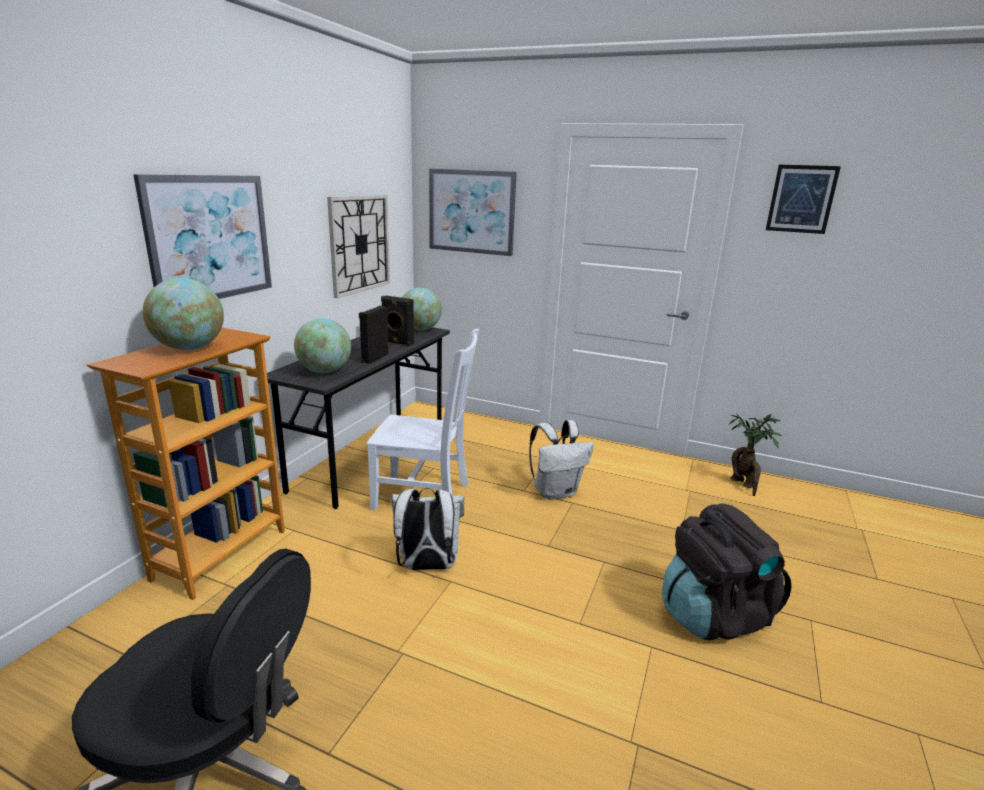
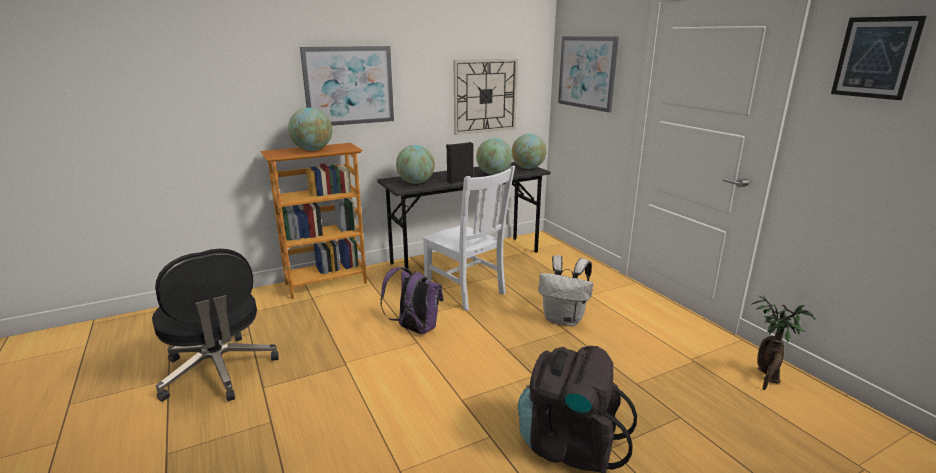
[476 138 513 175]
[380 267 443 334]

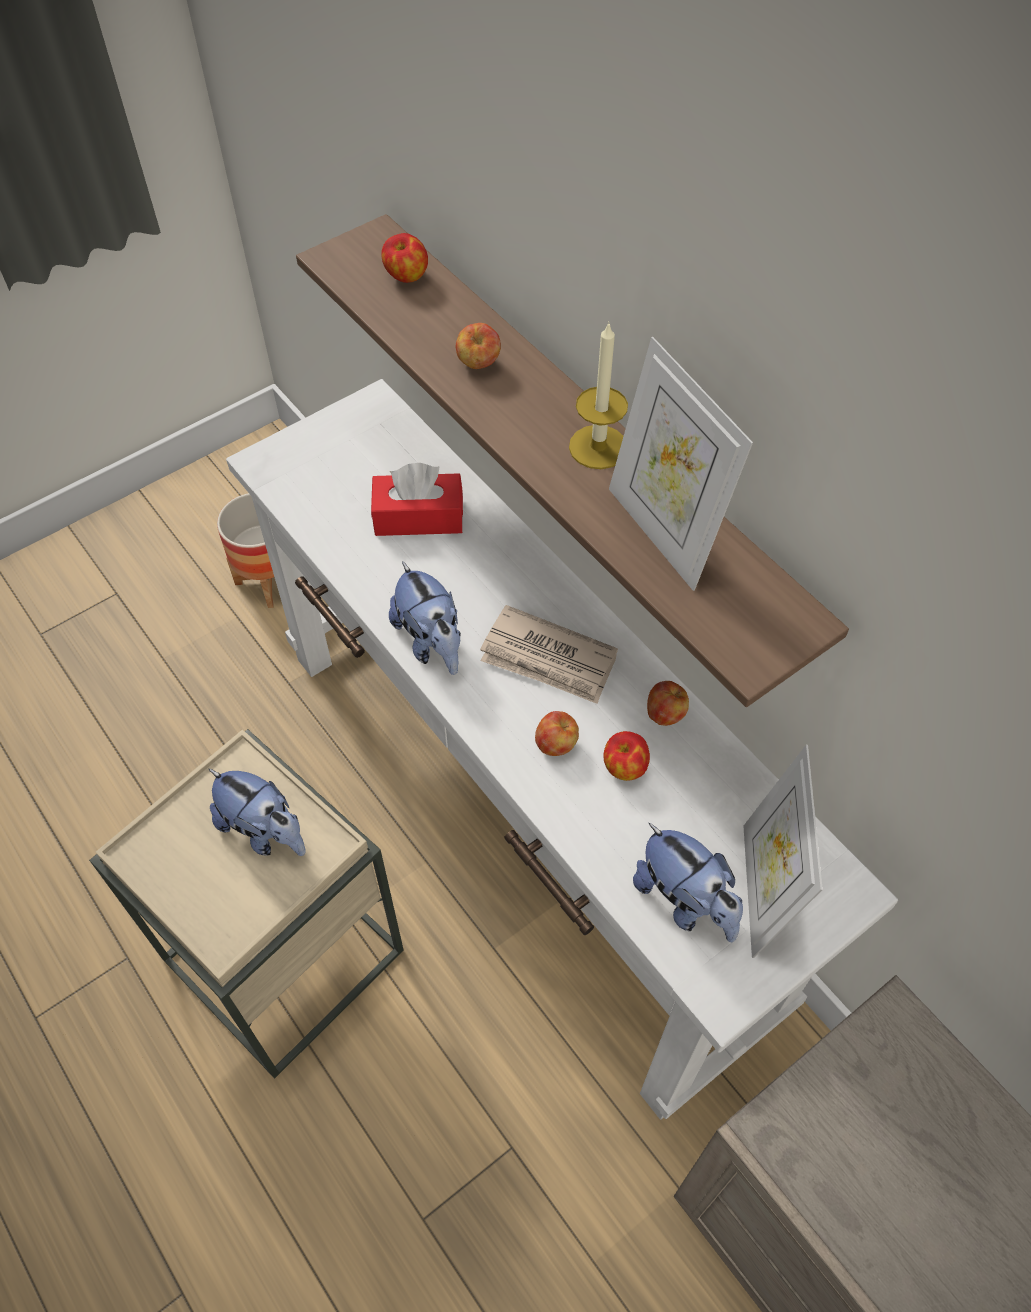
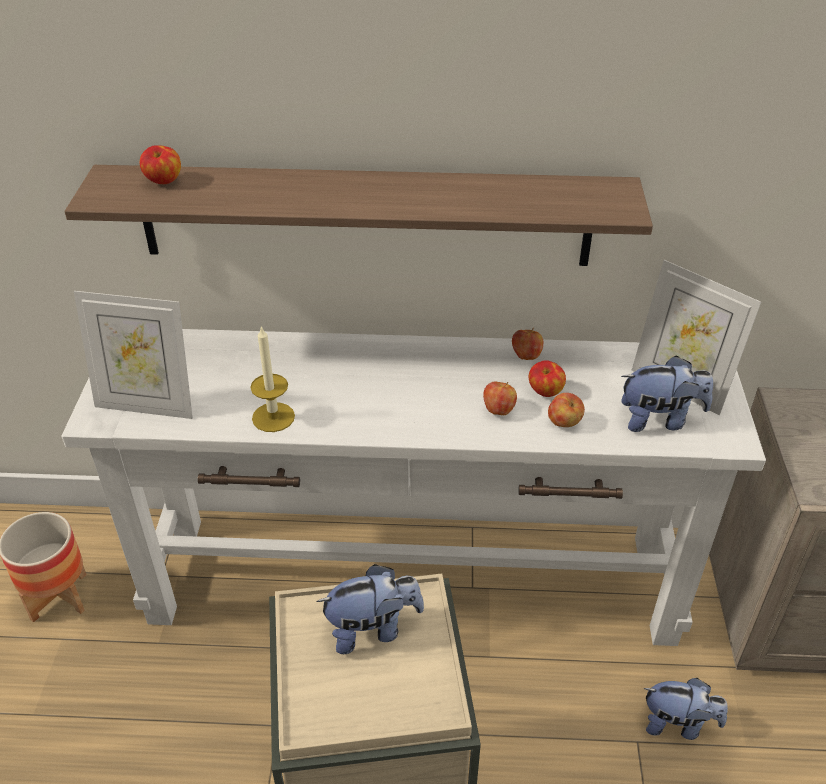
[371 463 463 536] (first image)
[644 678 728 740]
[548 393 585 427]
[480 605 618 704] (first image)
[250 326 295 432]
[74 291 193 419]

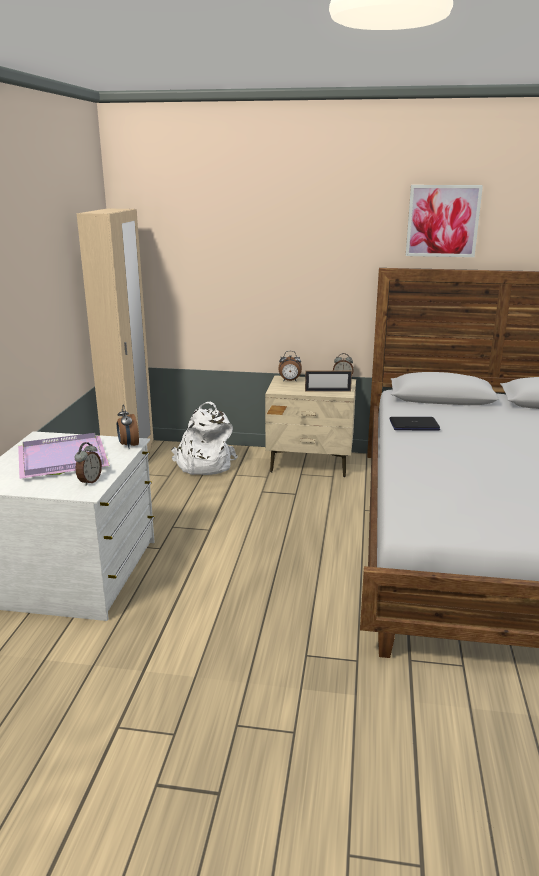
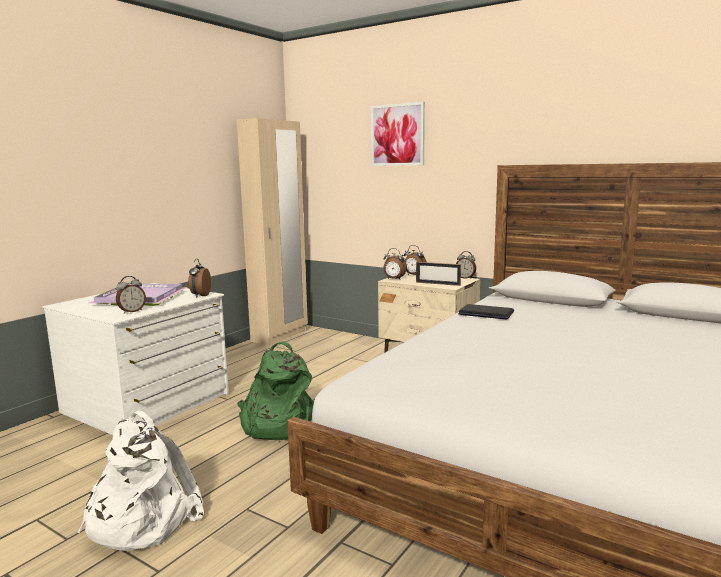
[77 411 204 551]
[371 102 425 166]
[237 341 314 440]
[383 248 407 279]

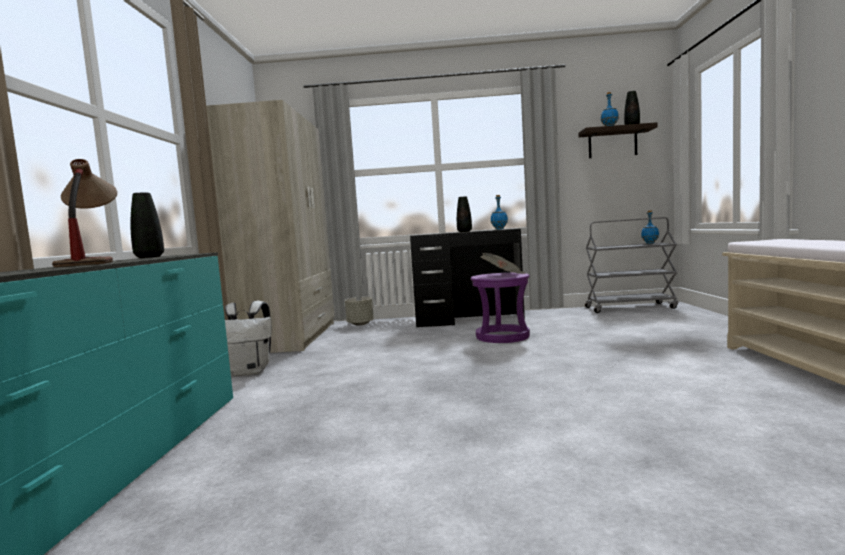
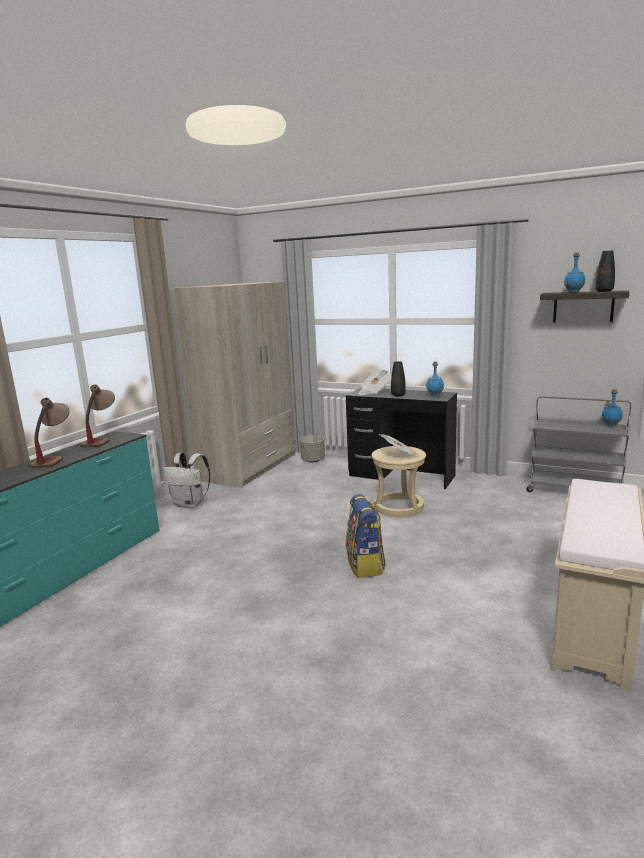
[80 384 115 447]
[372 446 426 517]
[346 494 386 578]
[358 370 392 395]

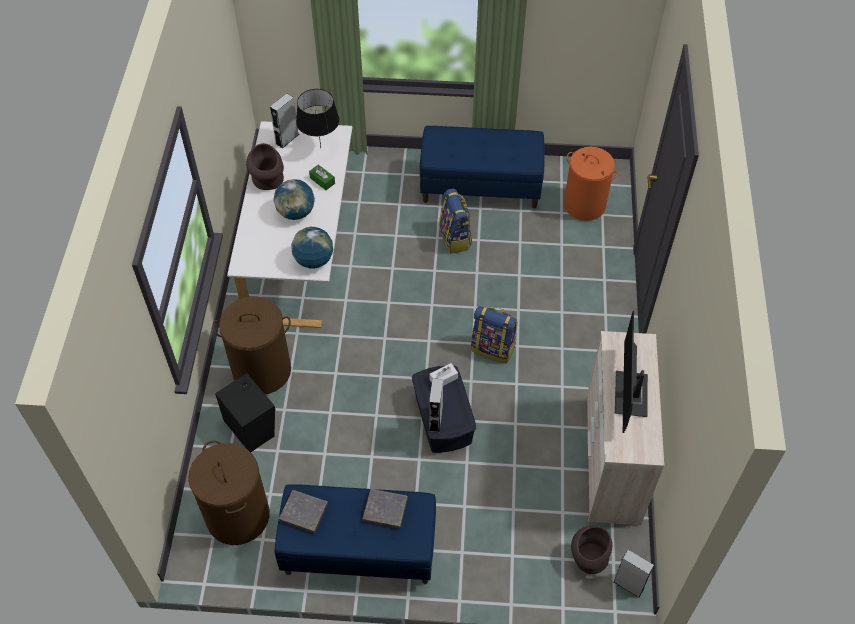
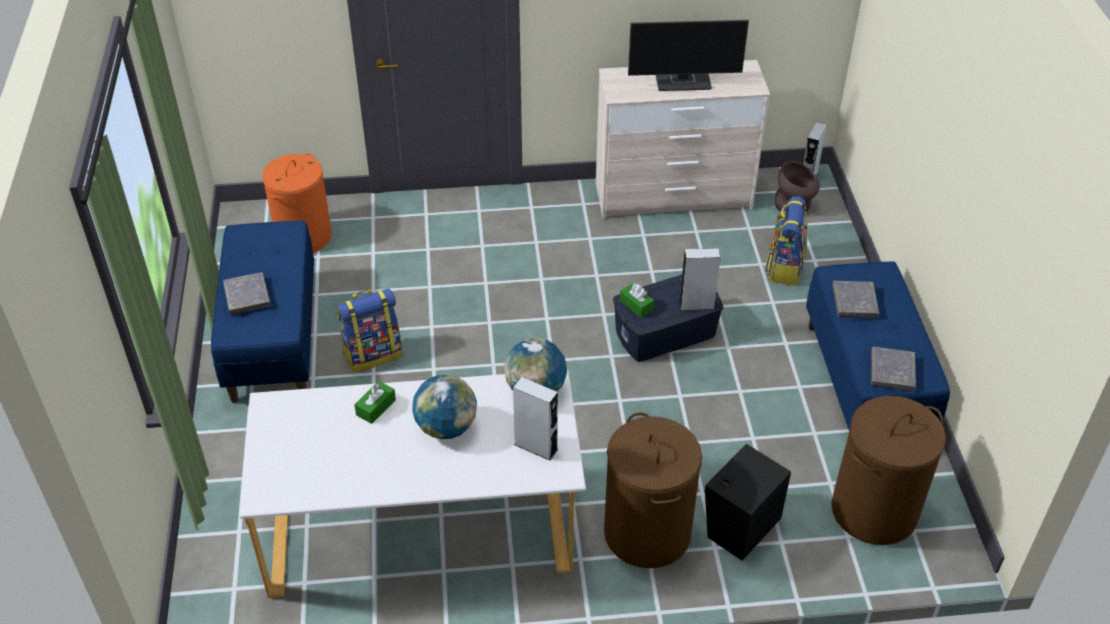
[246 143 284 190] (first image)
[513 377 558 461]
[296 89 339 148] (first image)
[620 283 654 318]
[765 196 808 285]
[223 272 270 315]

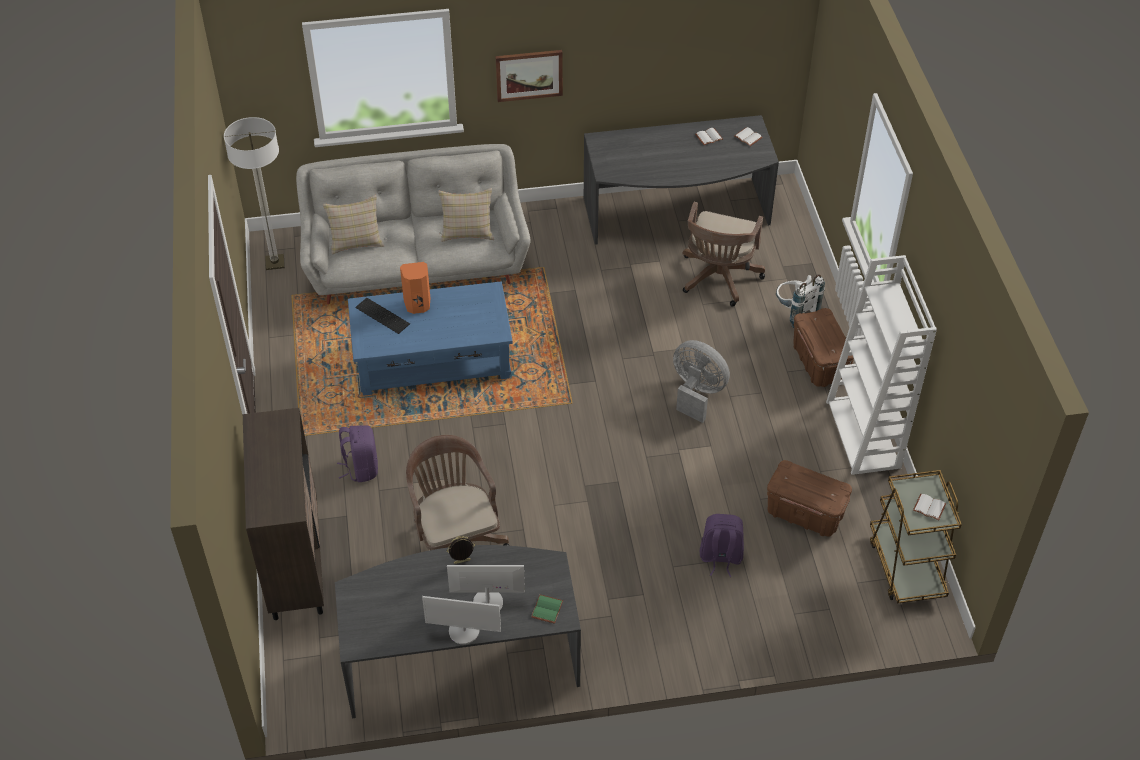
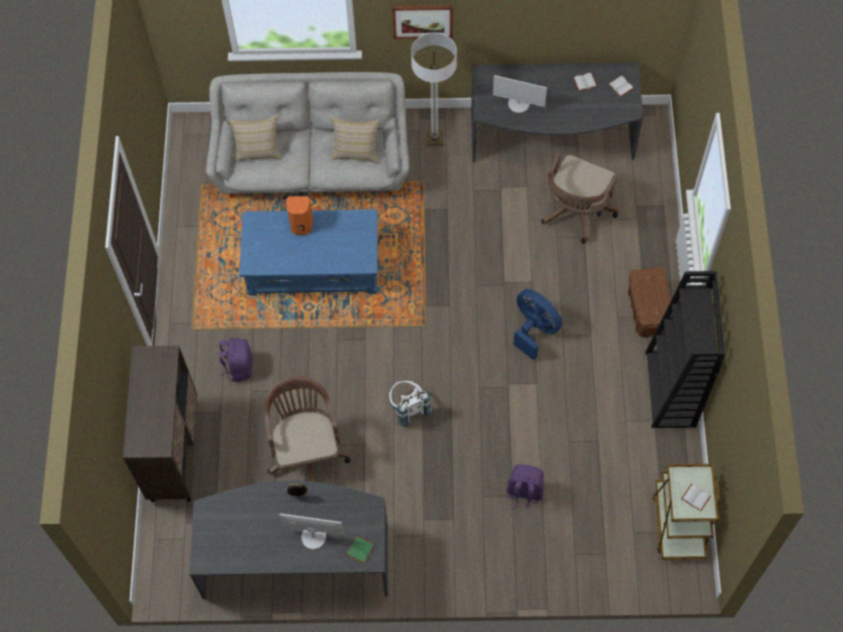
[411 32 457 146]
[355 298 410 334] (first image)
[493 75 547 113]
[513 289 562 361]
[767 460 852 537] (first image)
[389 381 432 427]
[645 271 726 428]

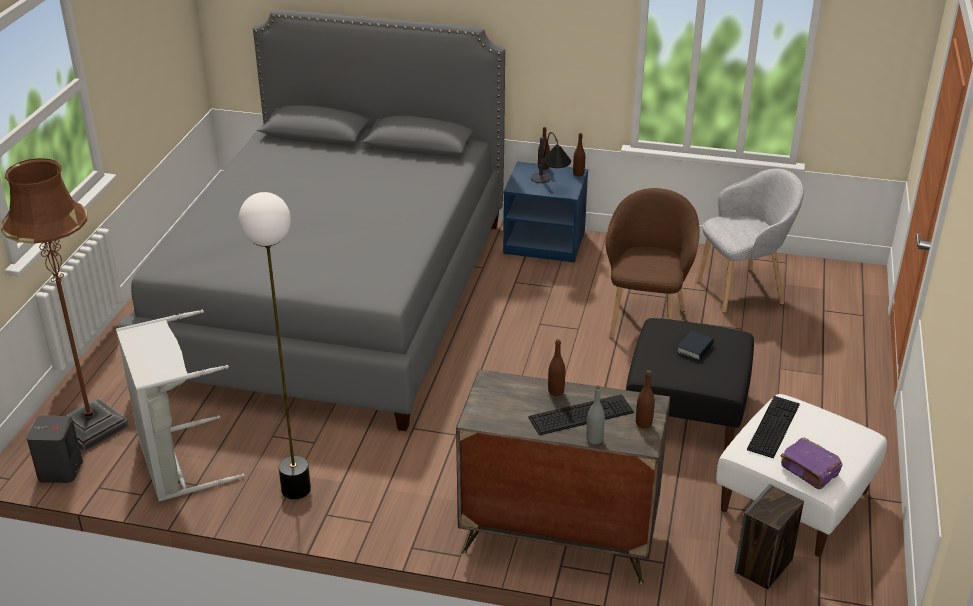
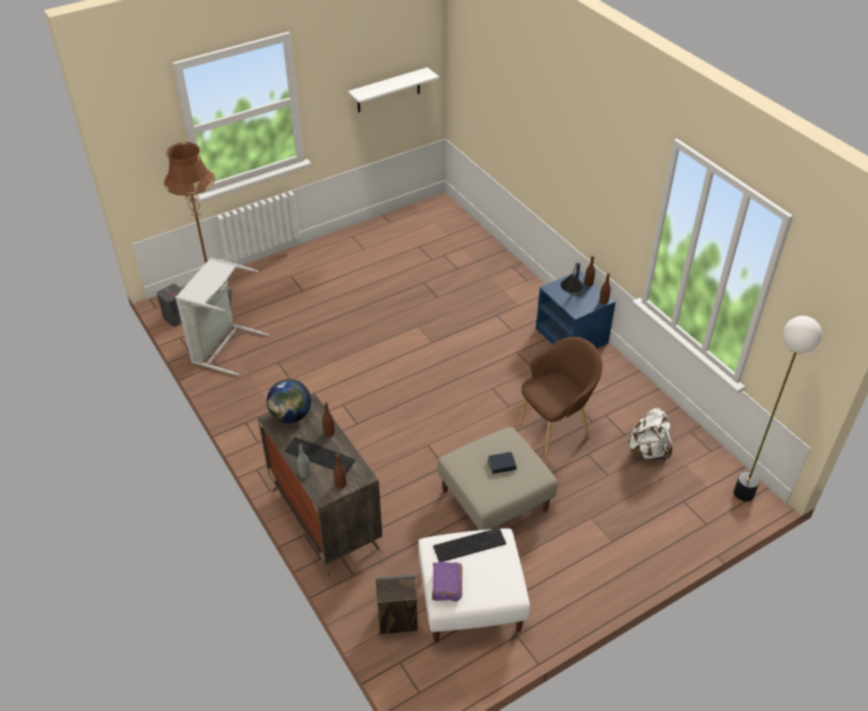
[118 10 505 431] (first image)
[734 316 822 501]
[437 427 558 530]
[628 408 672 461]
[267 379 311 423]
[348 67 439 113]

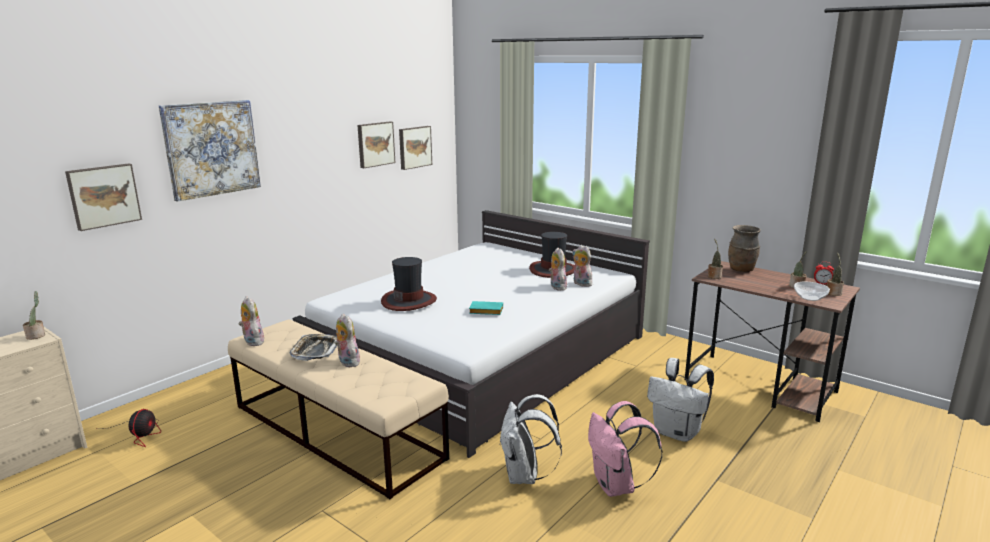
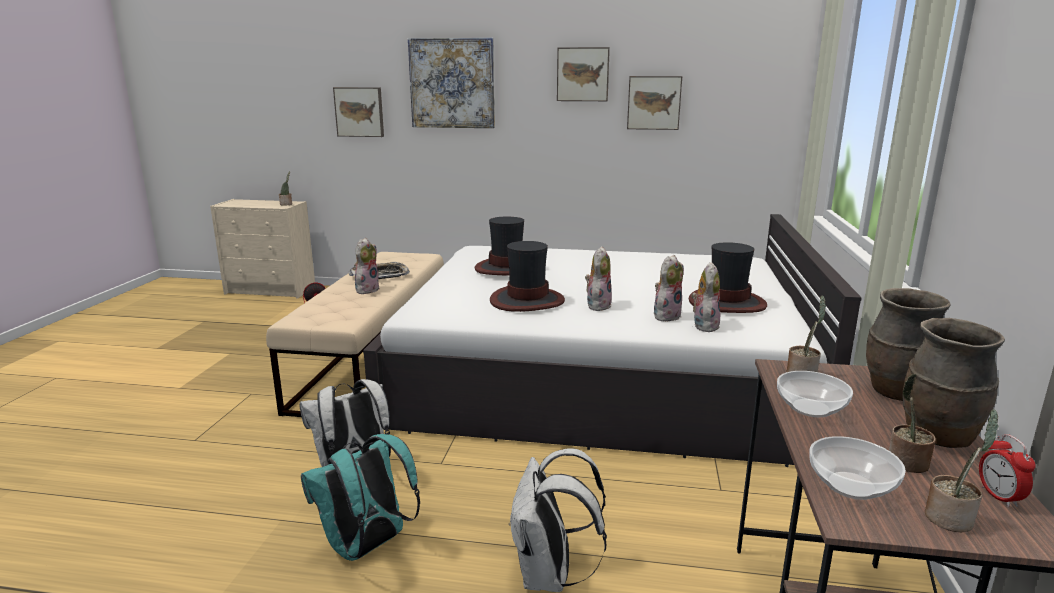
[585 247 612 311]
[557 47 610 101]
[490 241 565 312]
[301 434 420 561]
[777 371 853 417]
[902 318 1005 448]

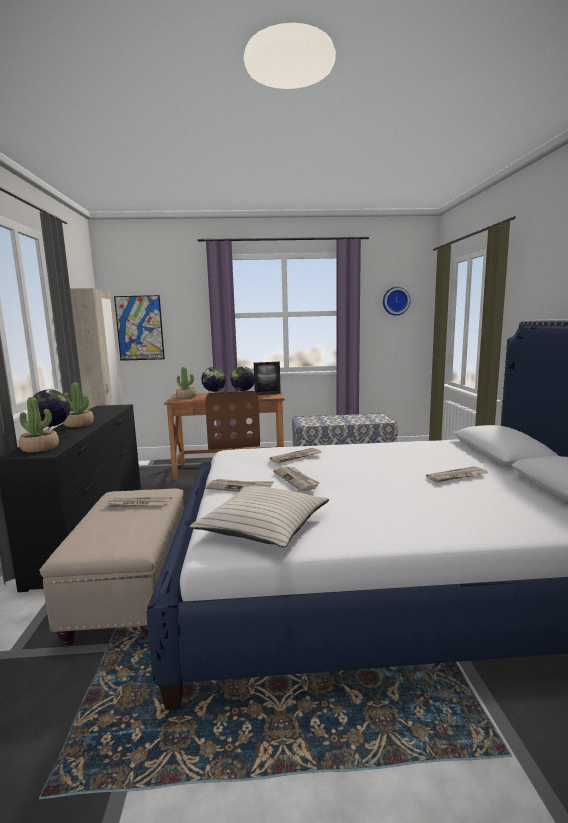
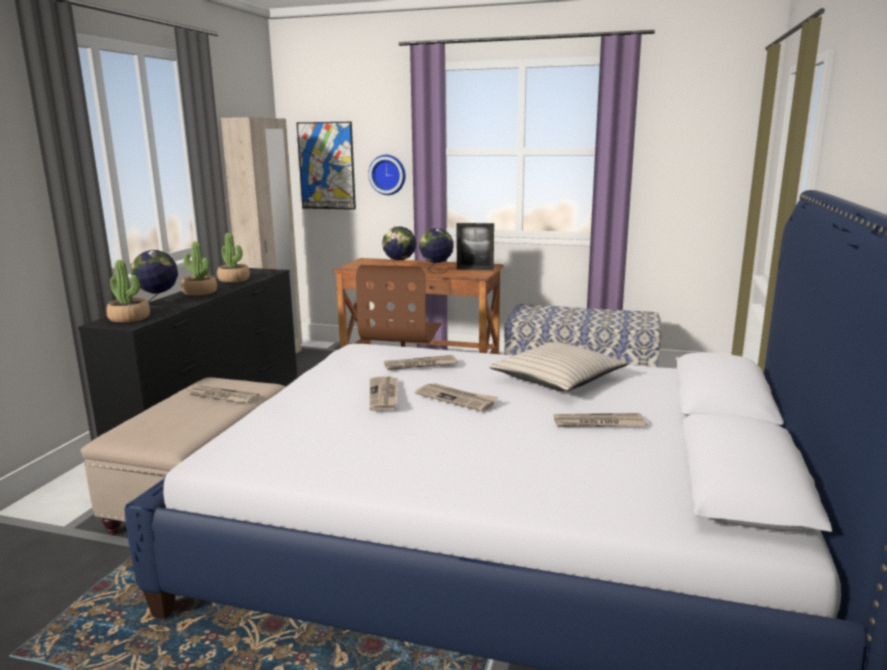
[217 233 250 283]
[489 342 629 391]
[415 383 498 412]
[368 155 406 195]

